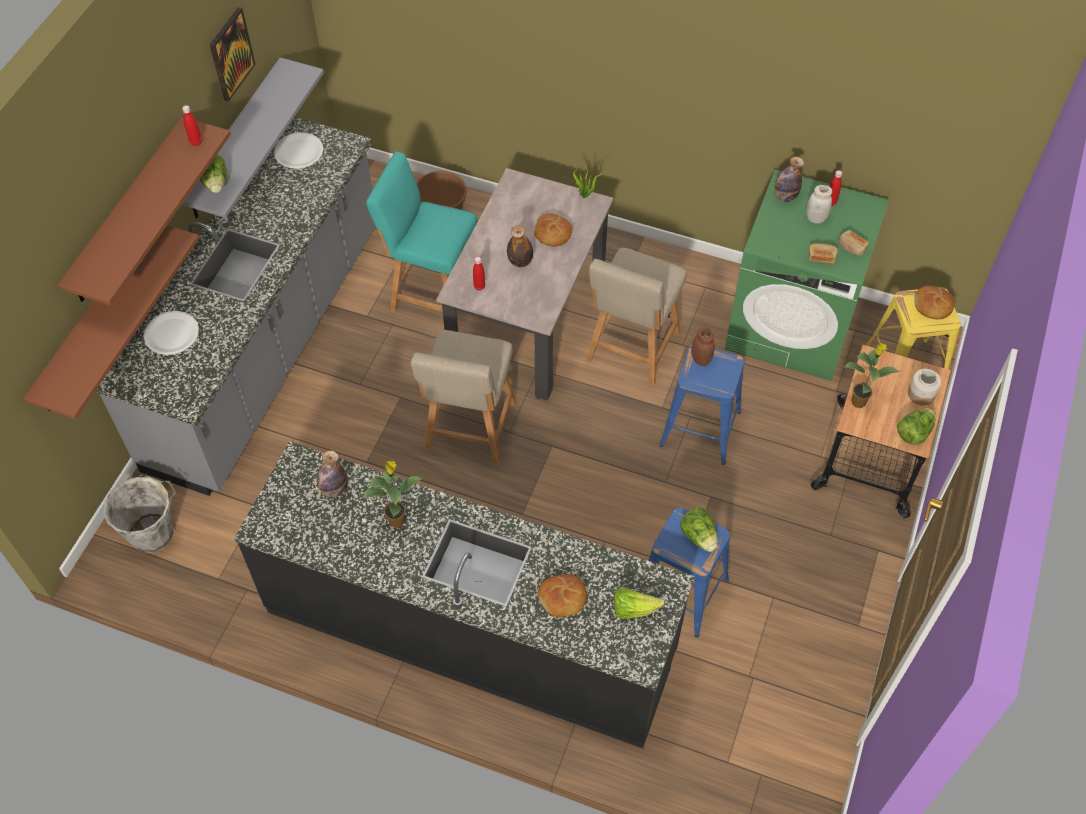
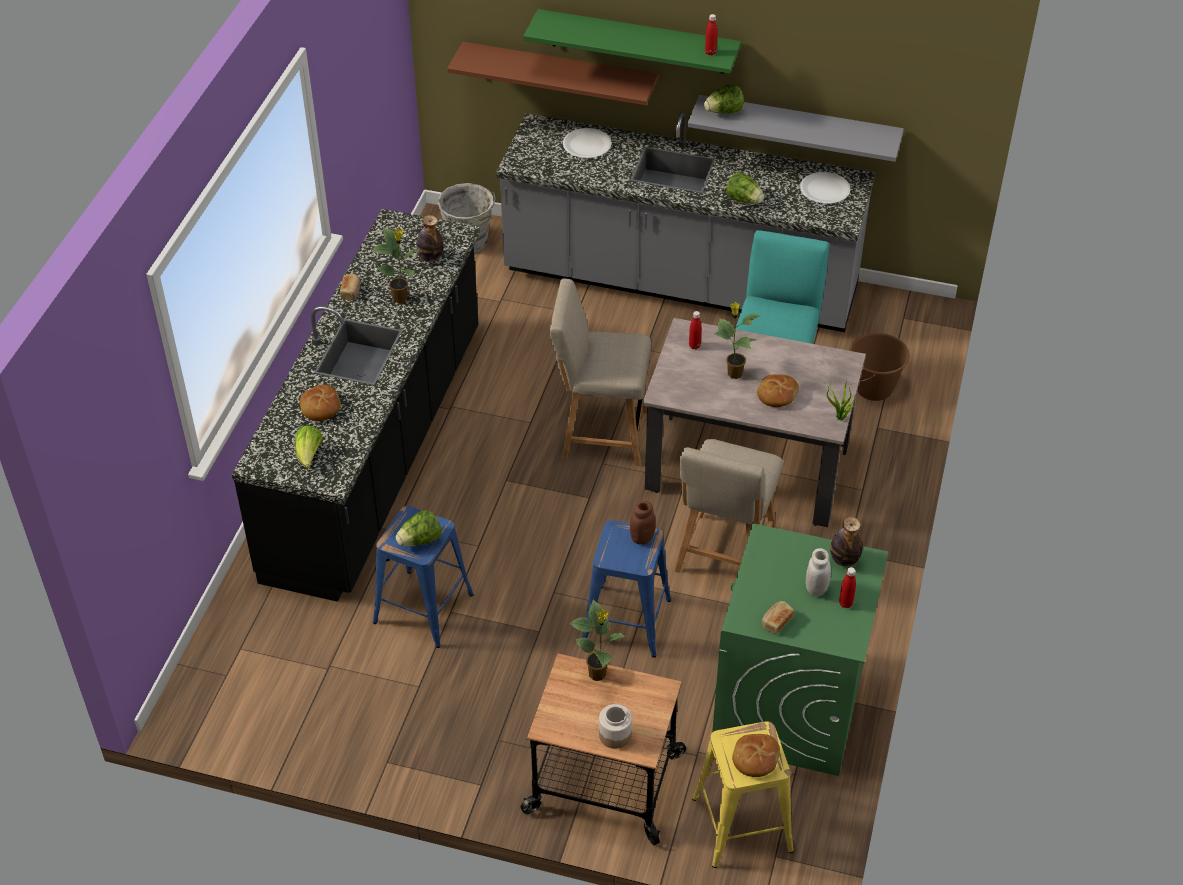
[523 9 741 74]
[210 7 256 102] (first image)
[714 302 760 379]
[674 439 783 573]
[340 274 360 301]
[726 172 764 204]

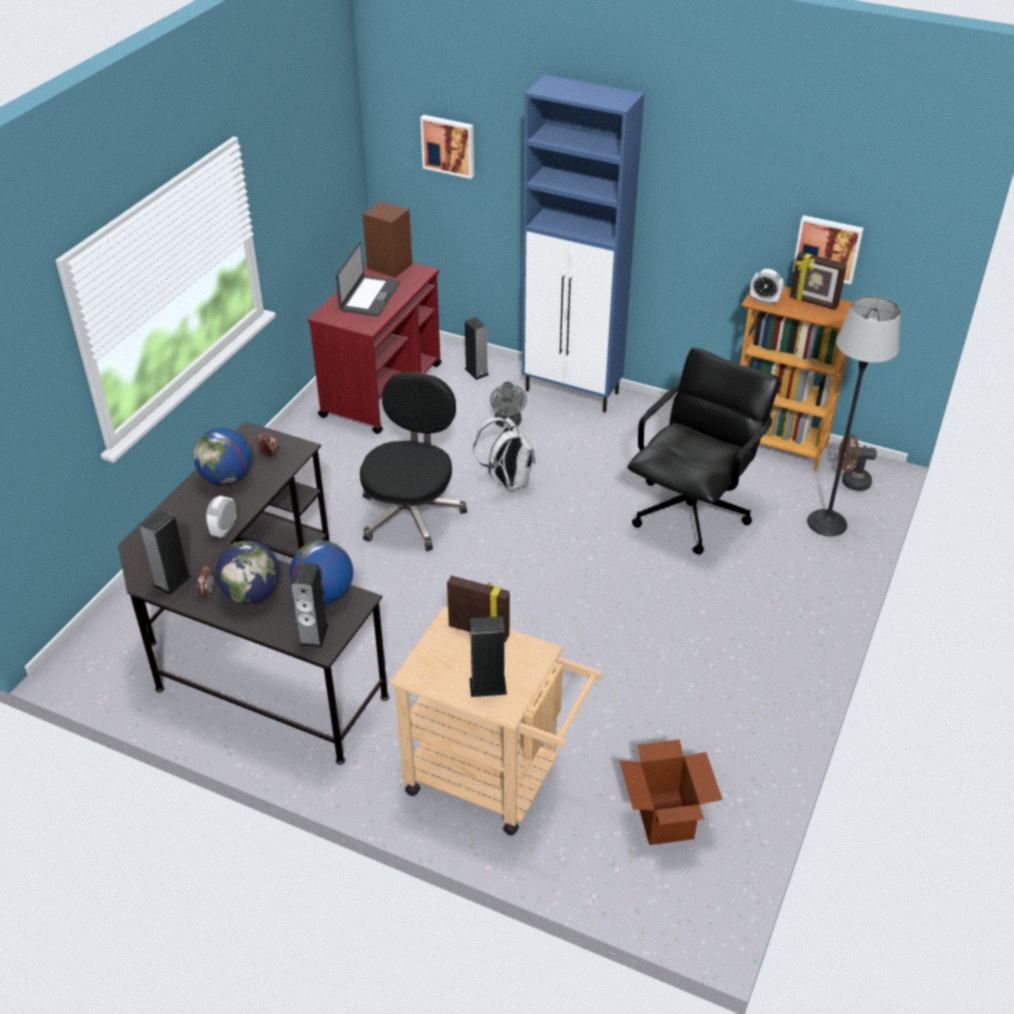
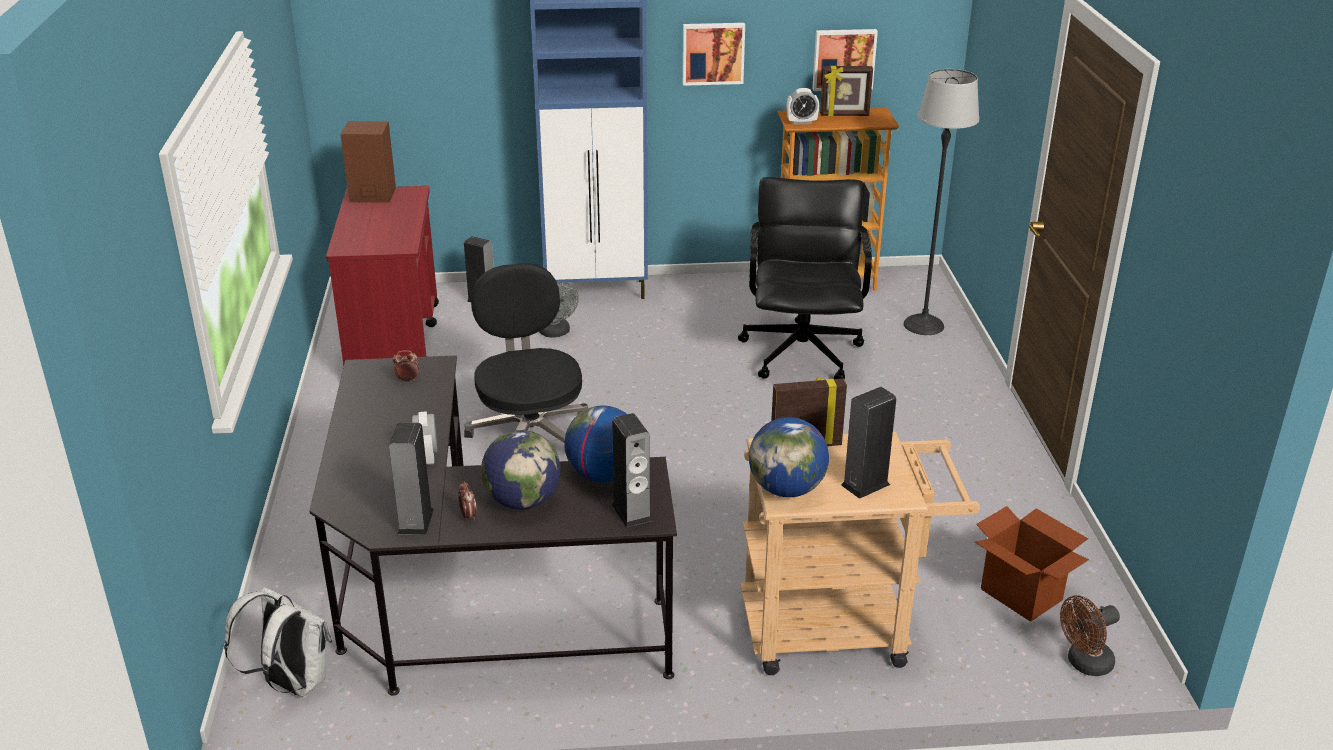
[749 417 829 497]
[336 242 400 316] (first image)
[683 23 745 86]
[224 587 332 697]
[1060 595 1120 676]

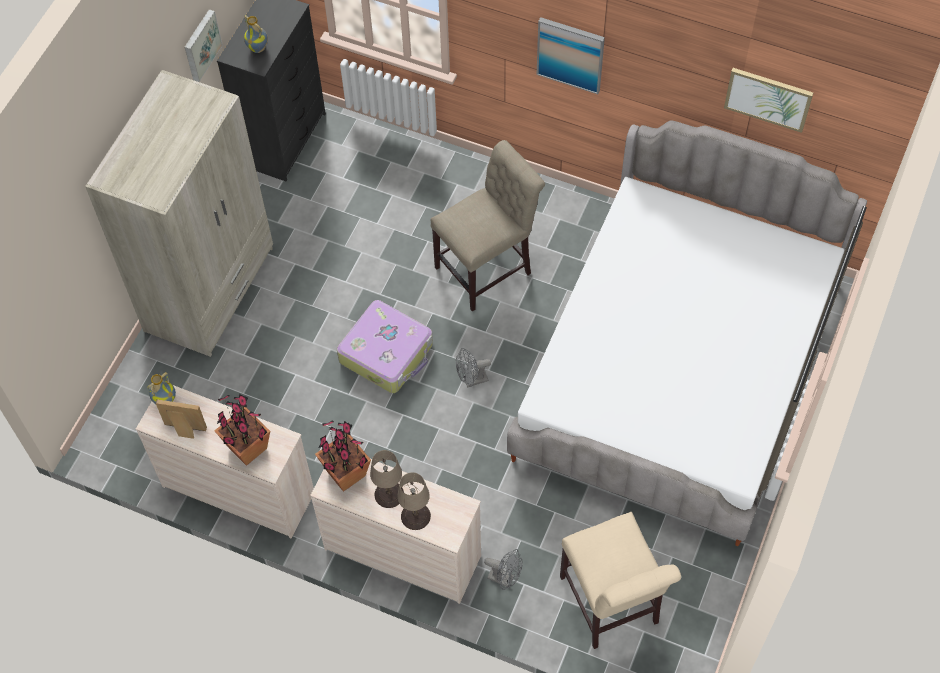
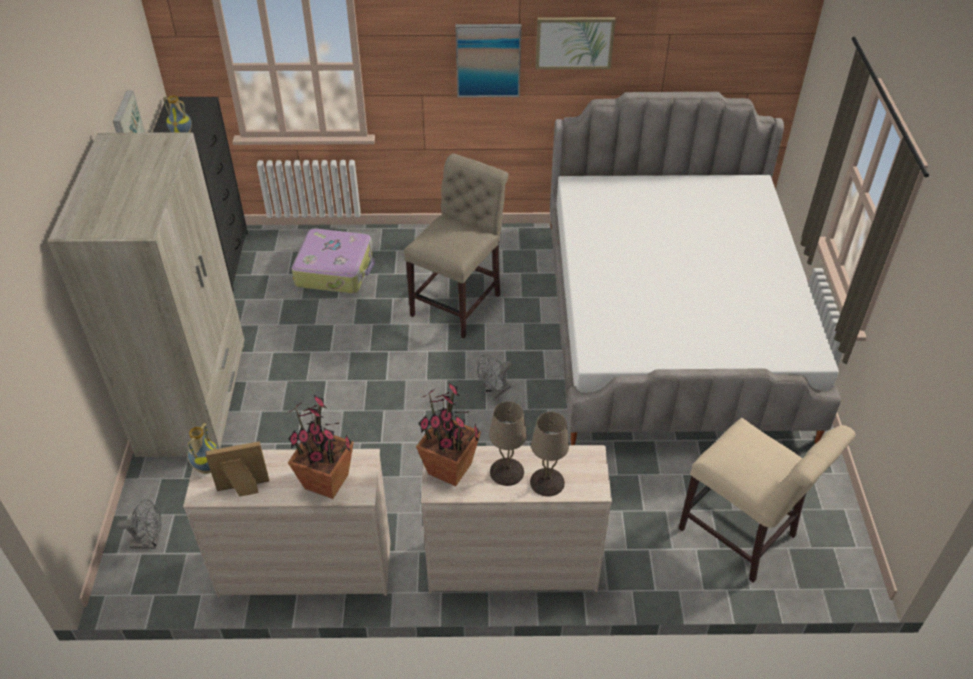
[291 229 375 293]
[117 499 161 549]
[536 17 616 69]

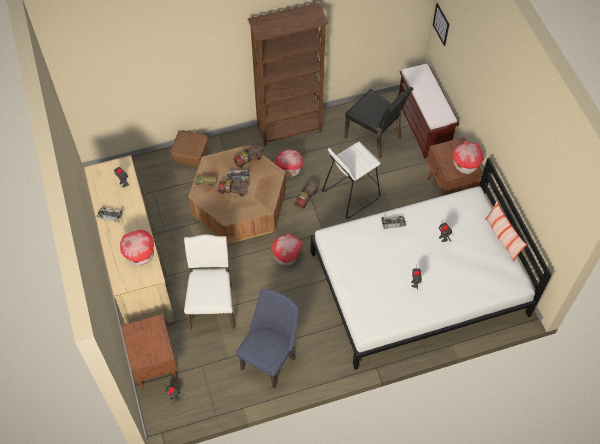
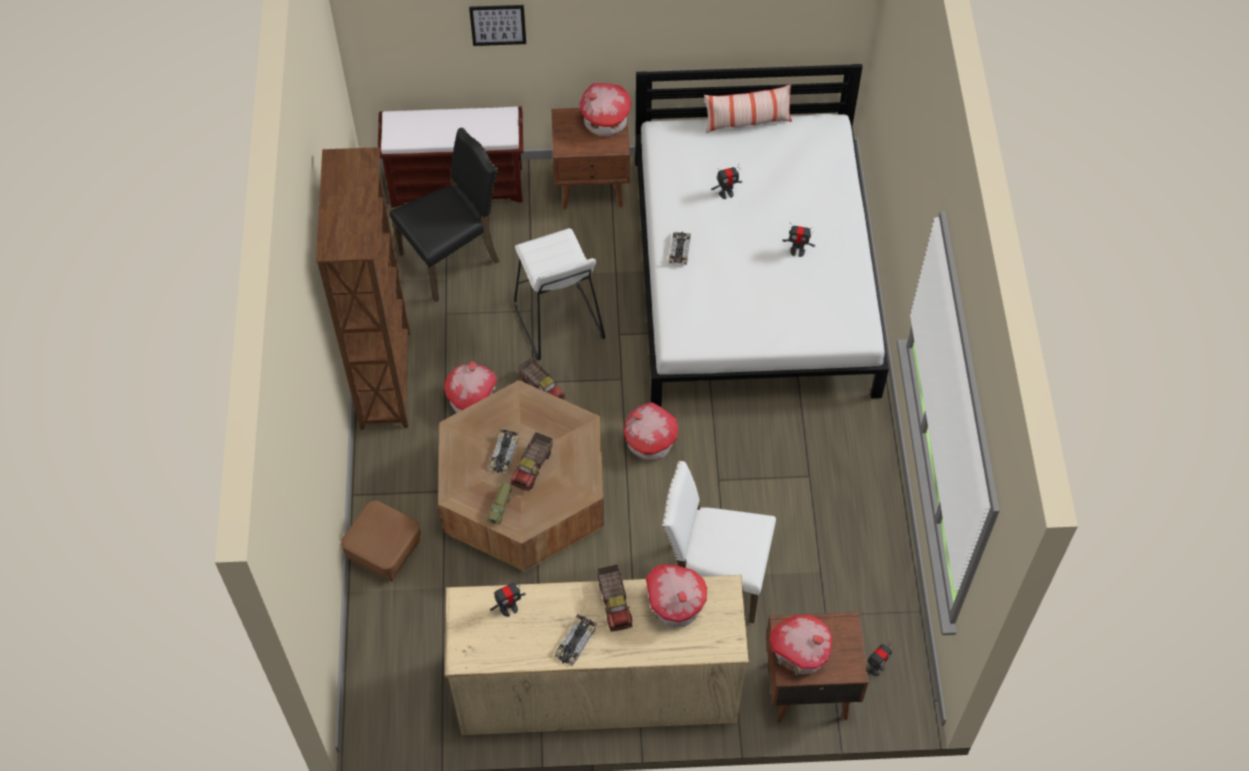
[597 564 633 632]
[236 289 299 388] (first image)
[469 5 526 46]
[770 615 832 676]

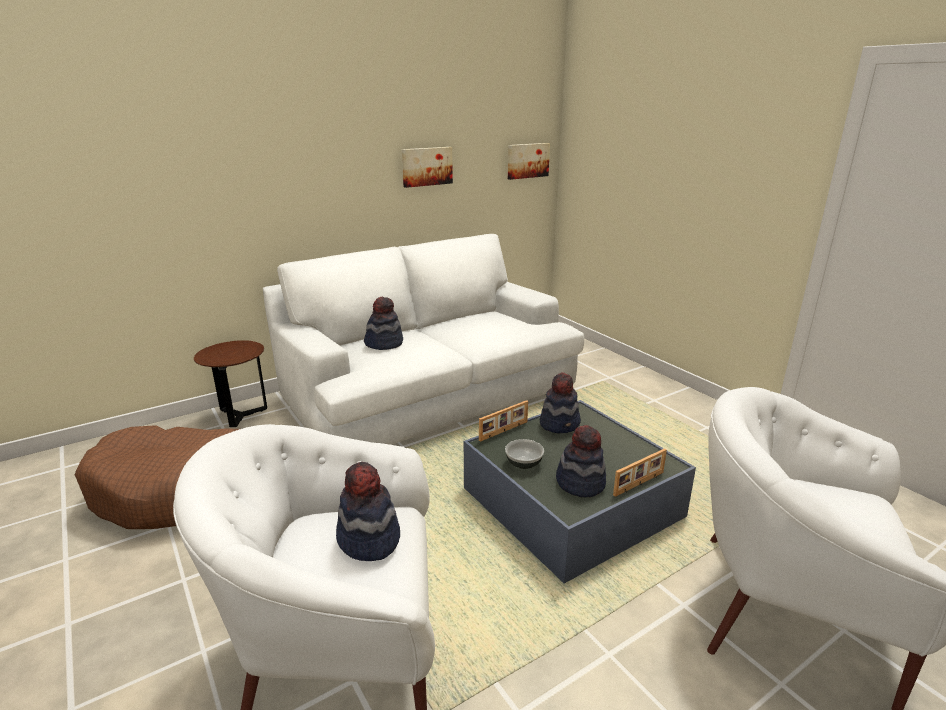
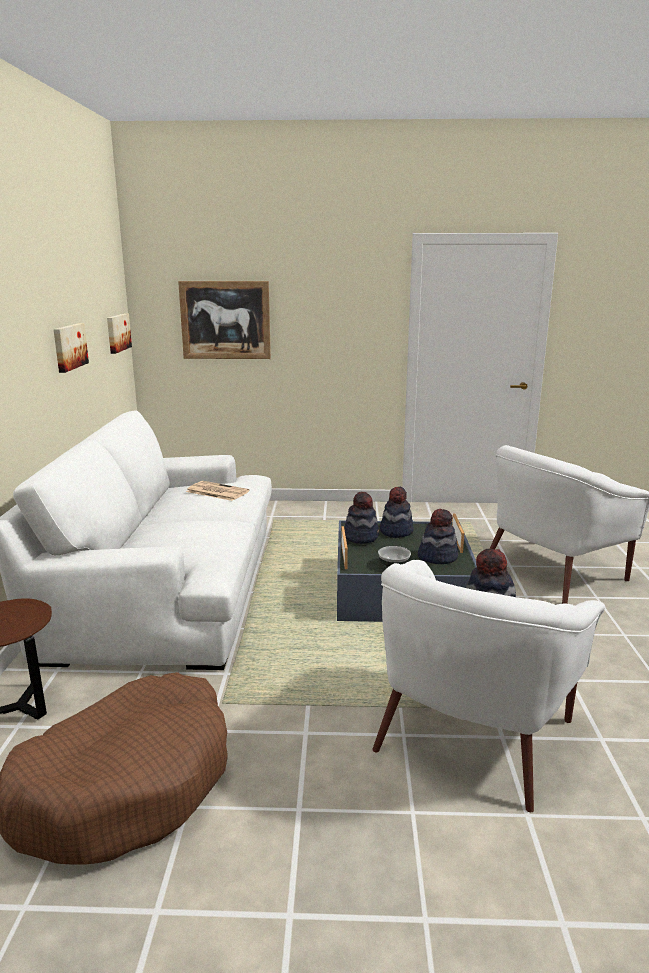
[380 487 414 538]
[178 281 271 359]
[186 481 249 501]

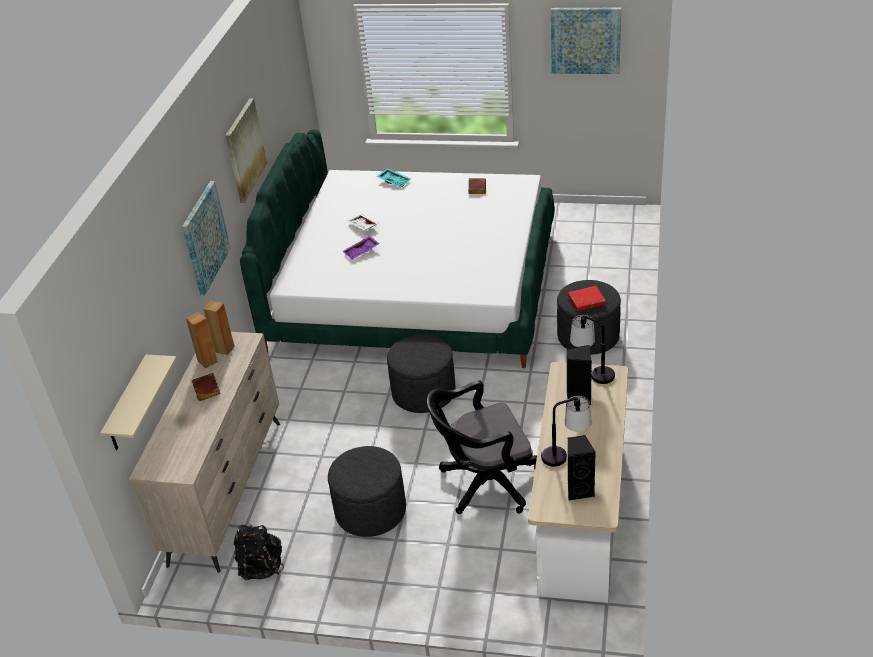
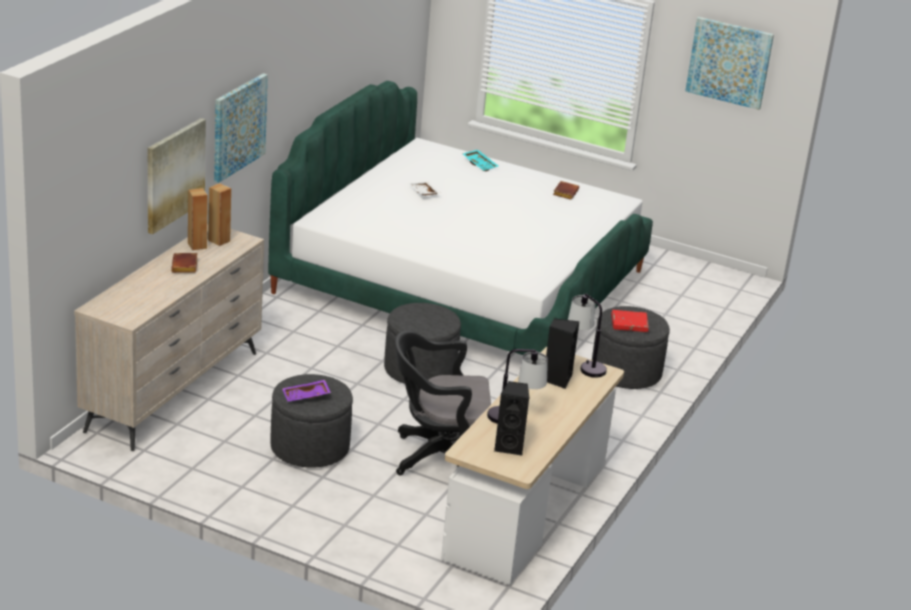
[100 355 177 450] (first image)
[148 118 206 234]
[234 524 284 580] (first image)
[282 380 331 402]

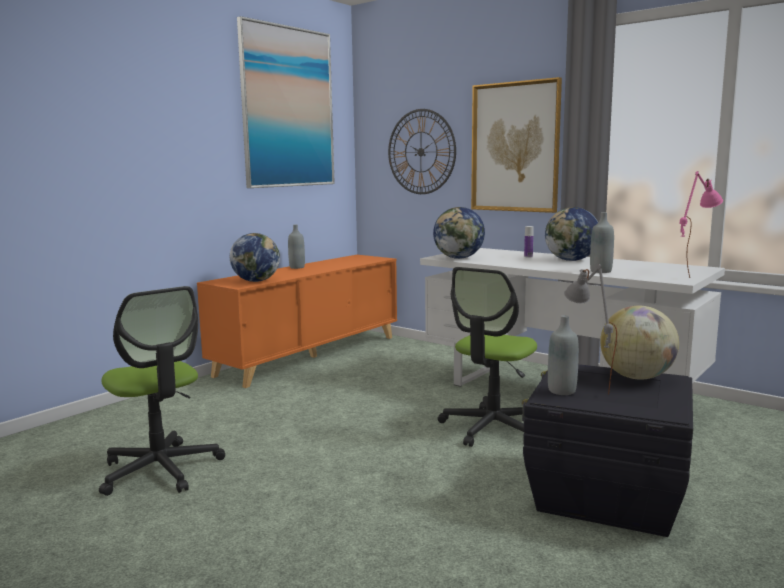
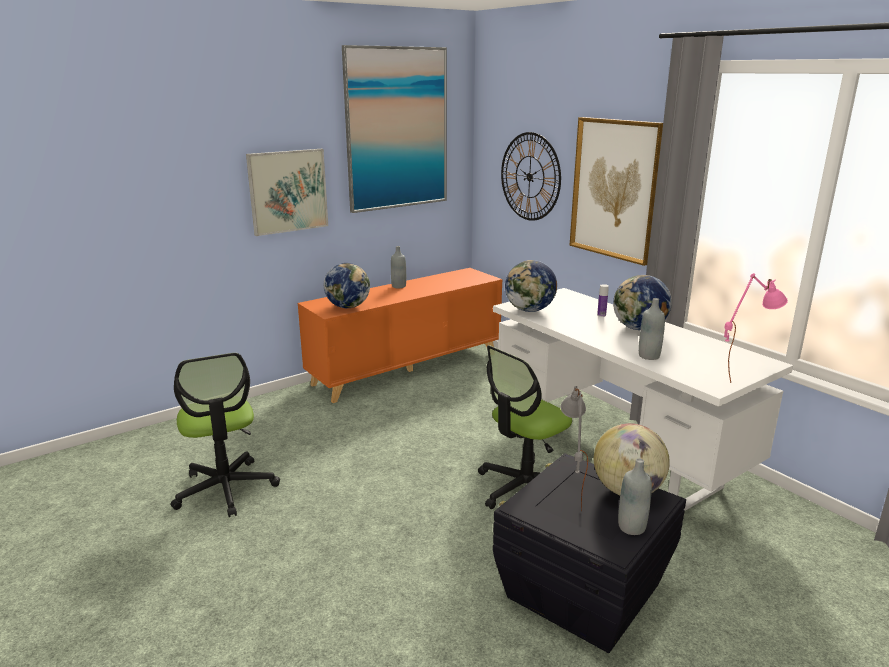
[618 458 652 535]
[246 149 328 236]

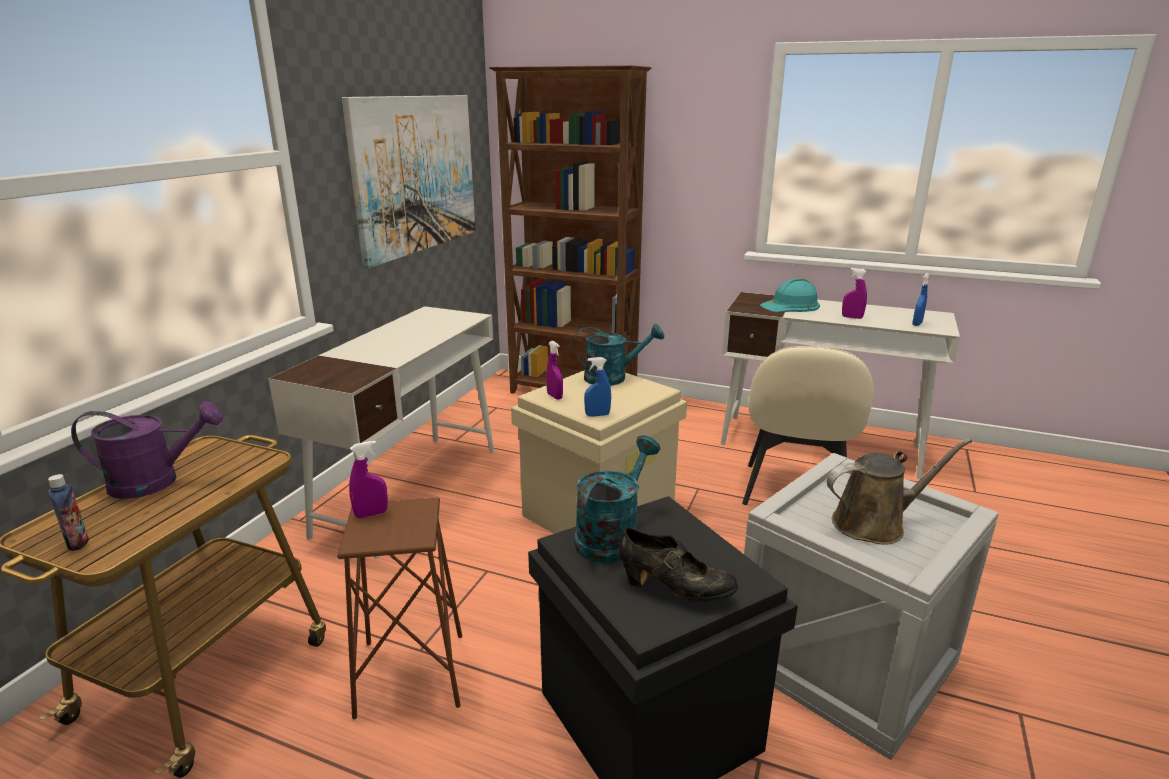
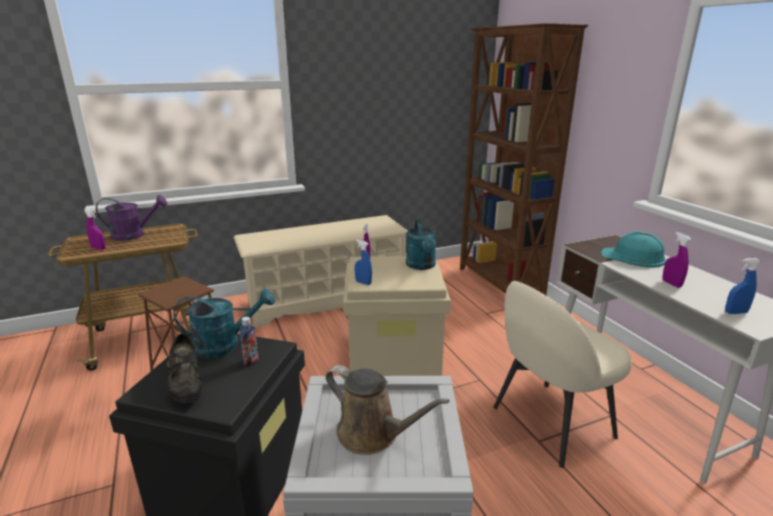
[240 317 258 367]
[96 195 167 241]
[233 215 408 328]
[342 95 476 268] (first image)
[84 208 106 250]
[406 219 436 270]

